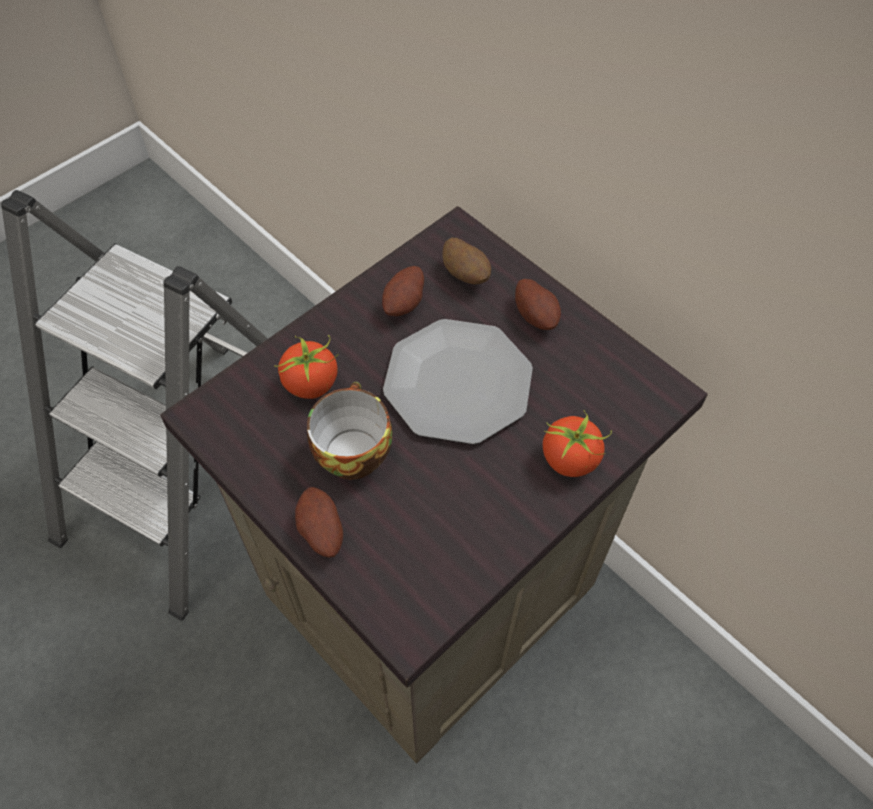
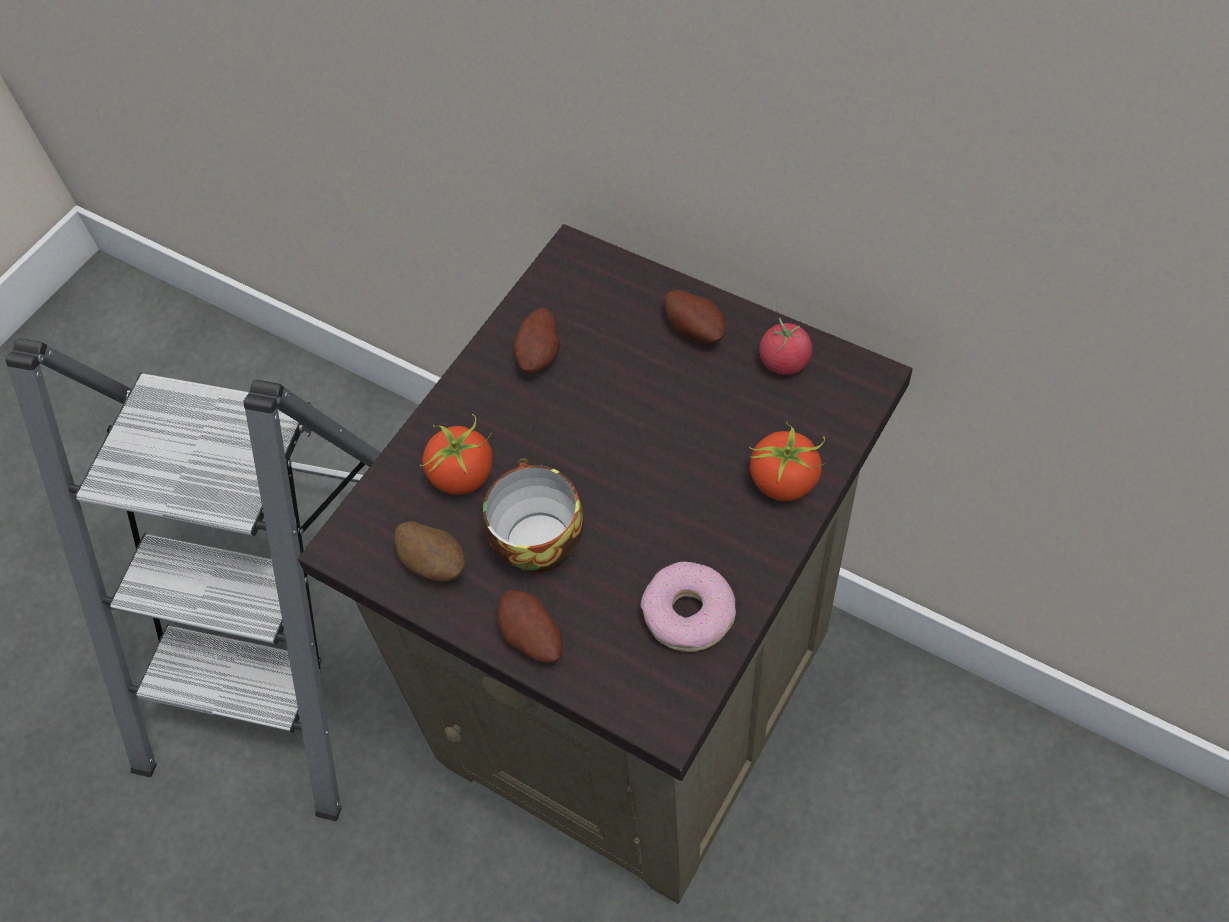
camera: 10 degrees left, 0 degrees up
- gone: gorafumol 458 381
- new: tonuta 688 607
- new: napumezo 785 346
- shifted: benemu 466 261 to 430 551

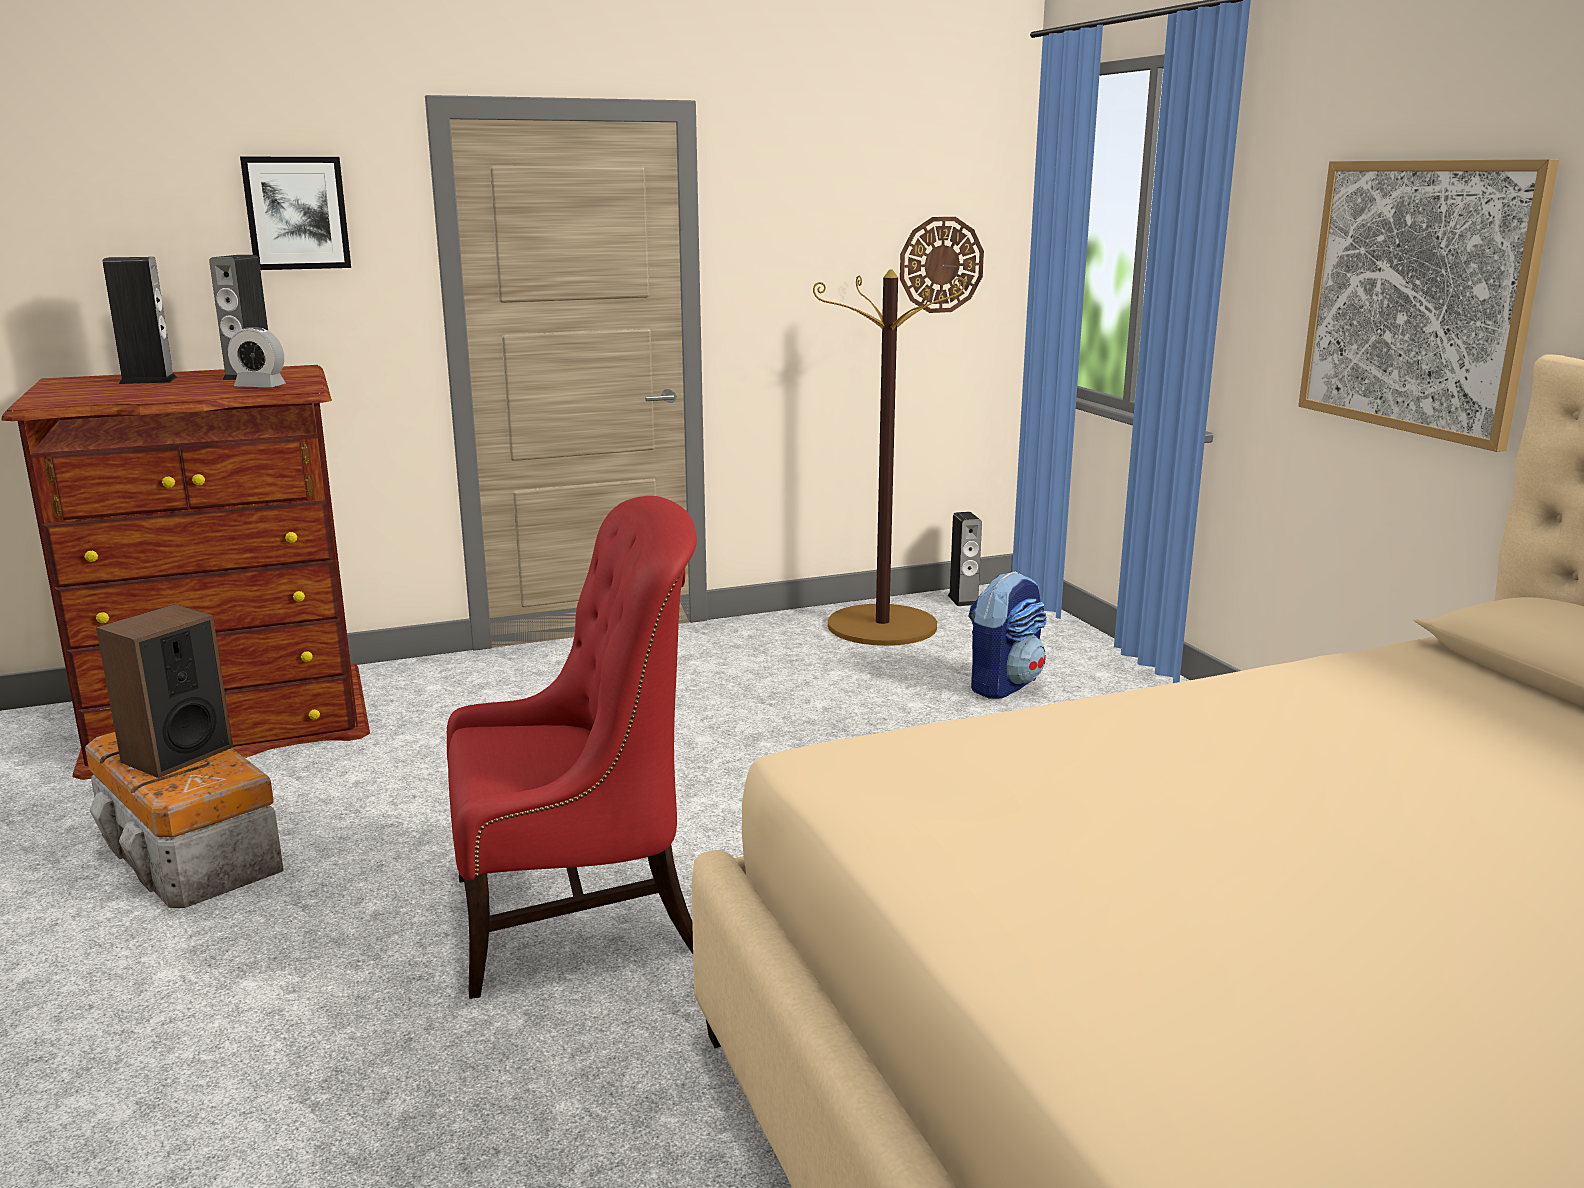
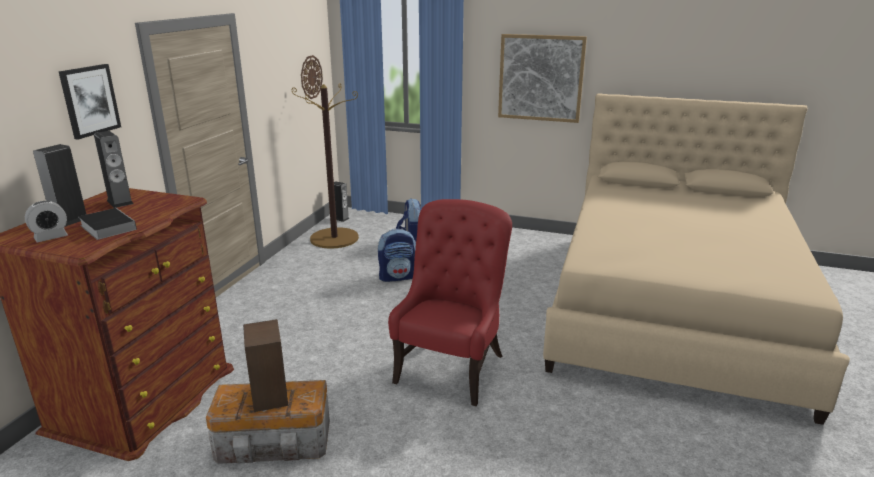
camera: 50 degrees left, 5 degrees up
- new: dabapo 108 224
- new: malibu 397 255
- shifted: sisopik 257 357 to 46 221

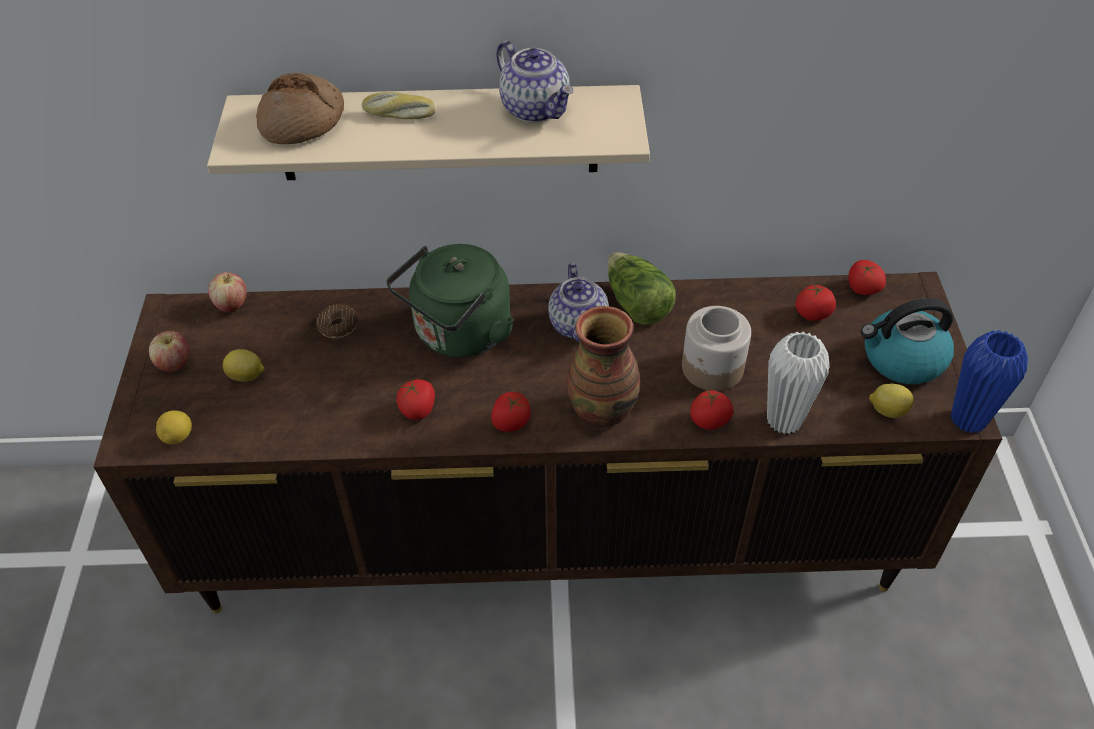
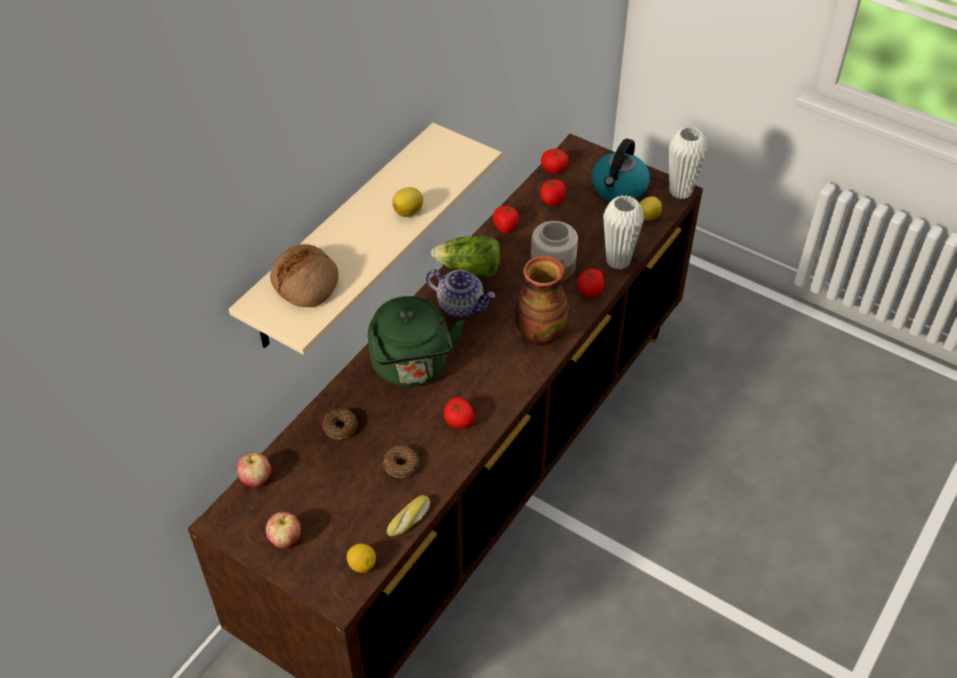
camera: 55 degrees left, 0 degrees up
- gone: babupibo 534 82
- new: tonuta 401 462
- shifted: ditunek 244 365 to 407 202
- shifted: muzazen 399 105 to 408 515
- shifted: napumezo 511 412 to 506 219
- repainted: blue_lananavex 989 381 to white_lananavex 688 163

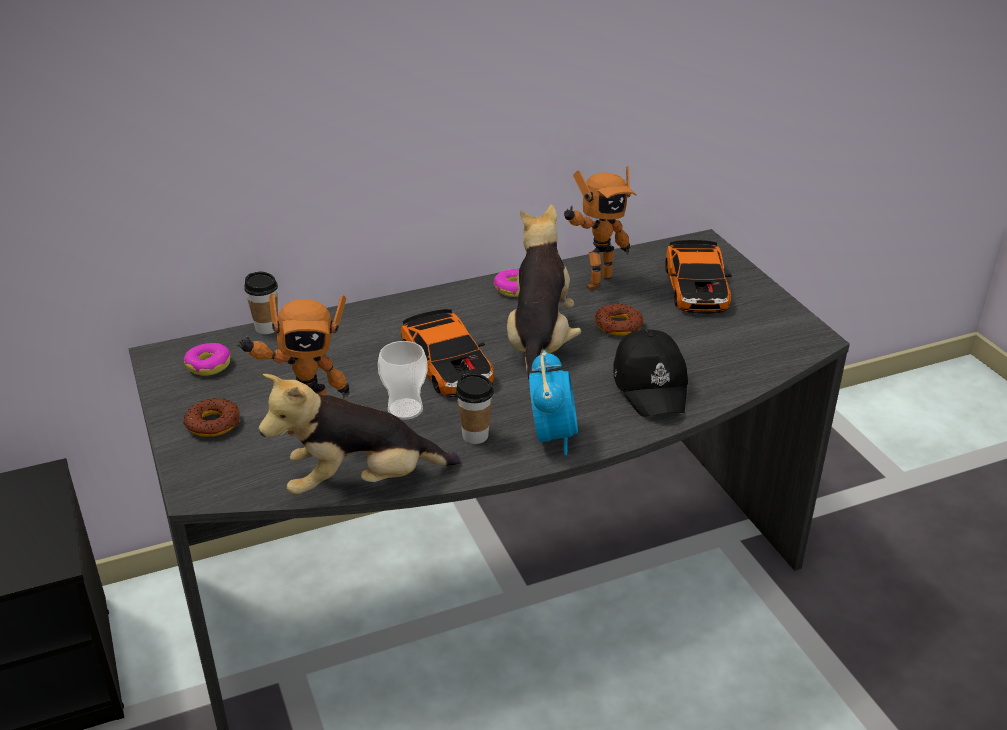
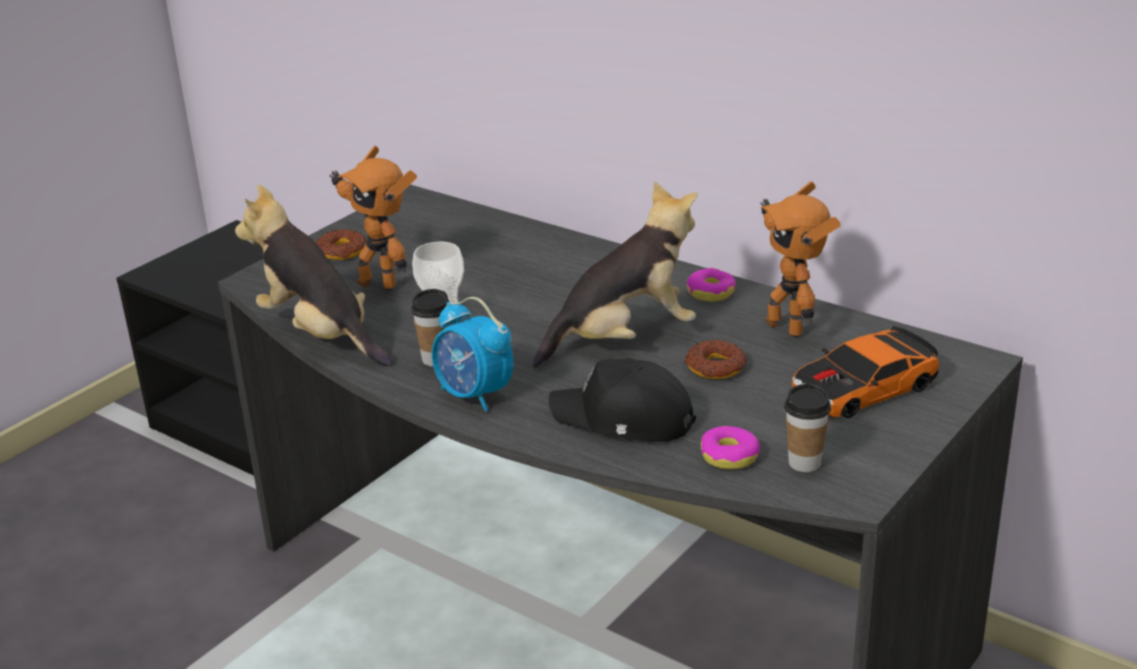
camera: 60 degrees right, 5 degrees down
- gone: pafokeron 447 353
- shifted: tonuta 207 359 to 730 447
- shifted: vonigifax 261 303 to 807 428
- rotated: sisopik 553 402 = 472 354 75 degrees clockwise
- rotated: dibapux 600 228 = 800 259 45 degrees clockwise
- rotated: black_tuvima 650 373 = 622 400 60 degrees clockwise

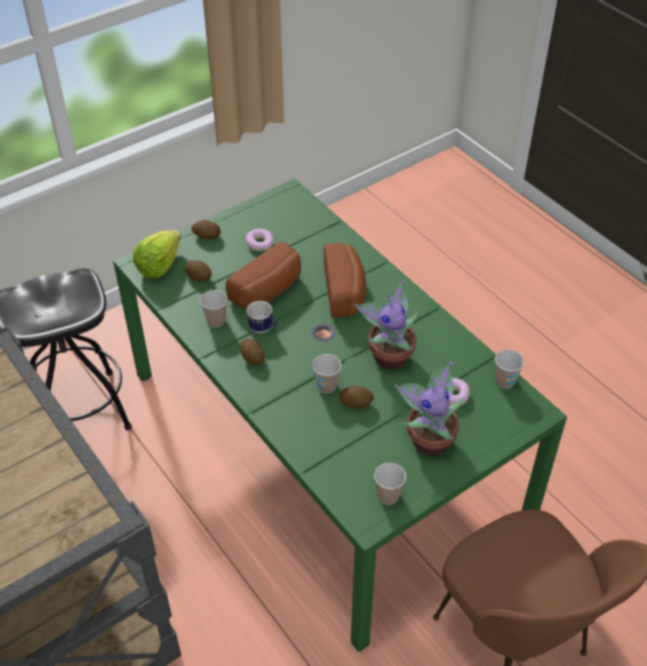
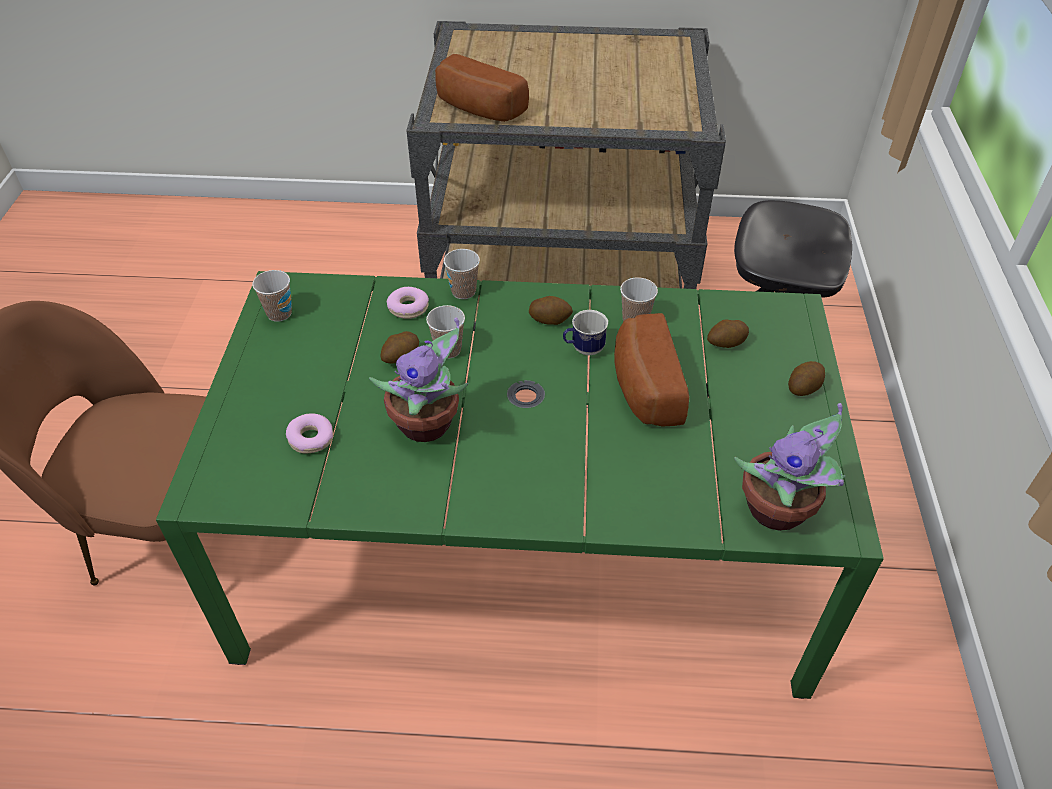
camera: 130 degrees right, 0 degrees up
- gone: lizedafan 157 254
- shifted: tonuta 259 240 to 408 303
- shifted: muzazen 345 280 to 482 88
- shifted: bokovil 429 408 to 789 467
- shifted: vonigifax 509 369 to 462 274

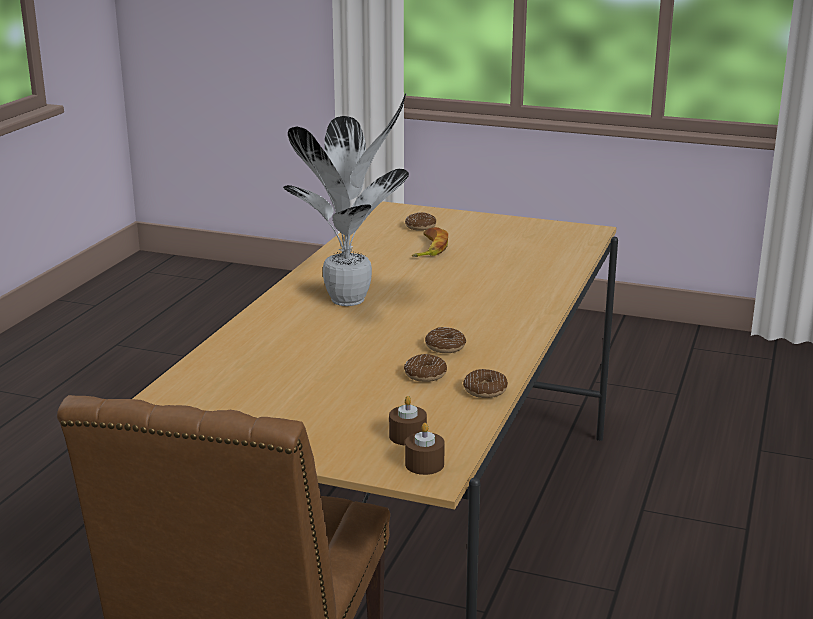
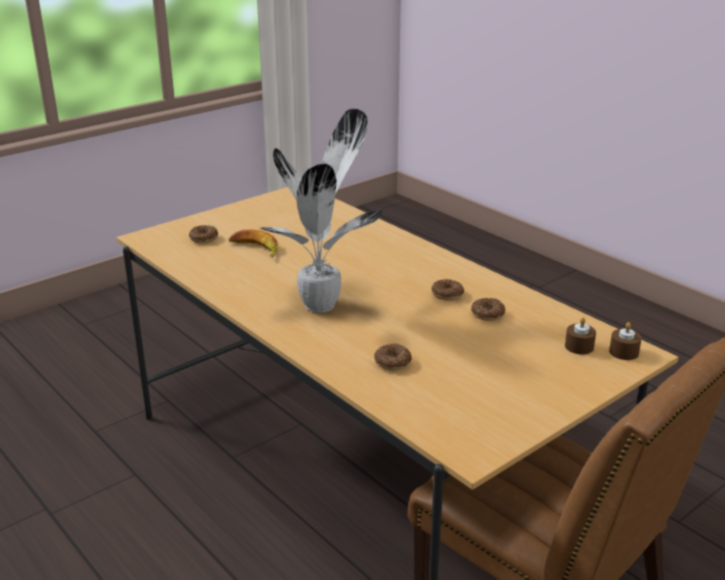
camera: 60 degrees left, 5 degrees up
- shifted: tonuta 485 383 to 393 357

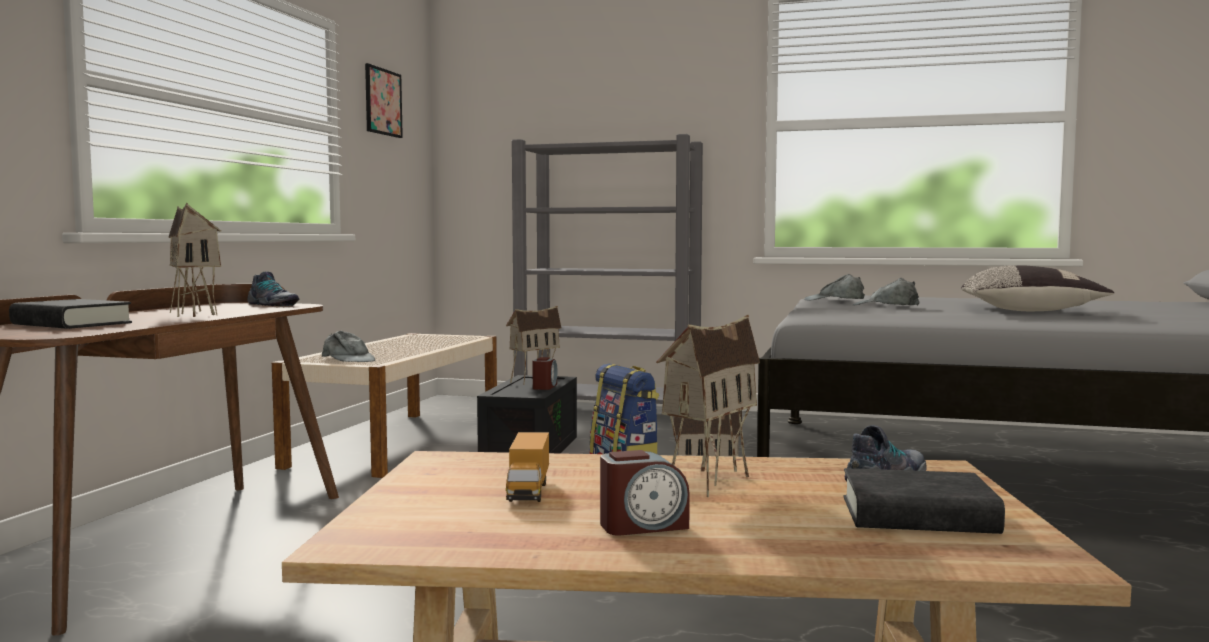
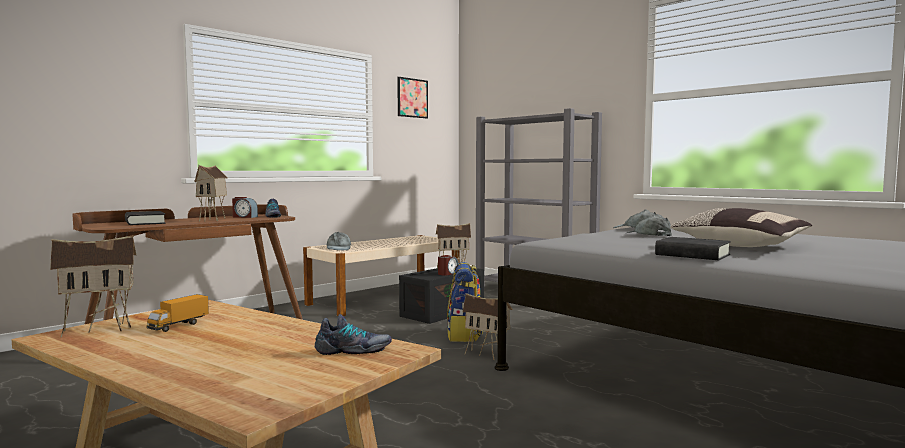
camera: 30 degrees right, 0 degrees up
- shifted: sisopik 645 493 to 245 207
- shifted: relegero 708 406 to 93 286
- shifted: black_dabapo 924 501 to 693 248

